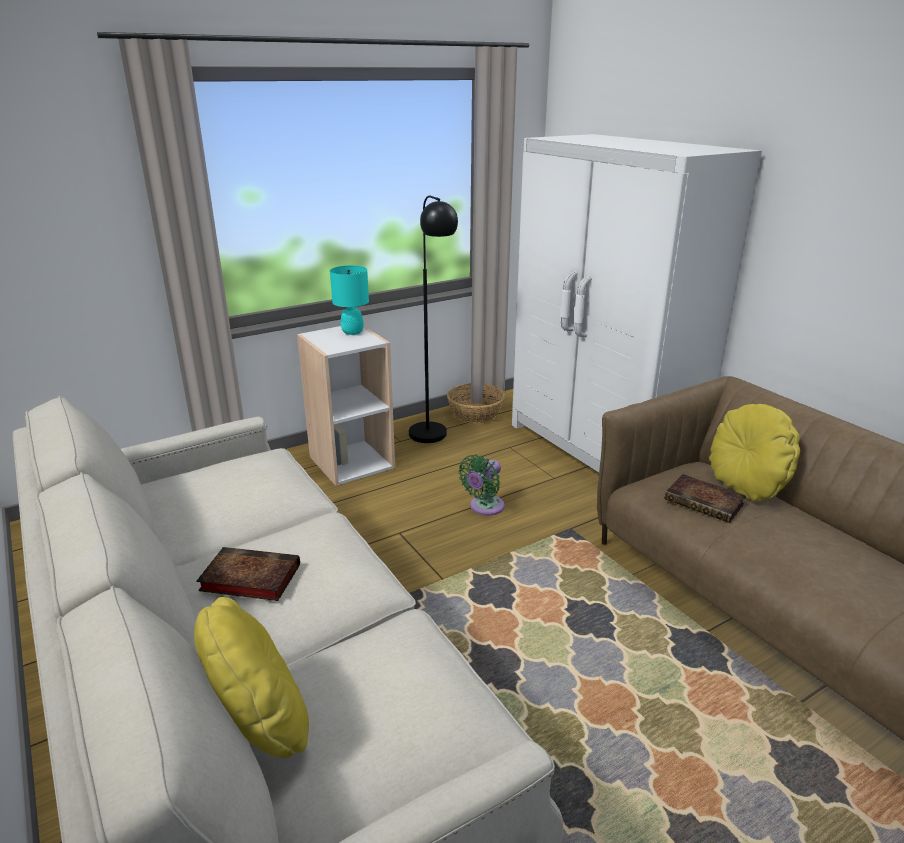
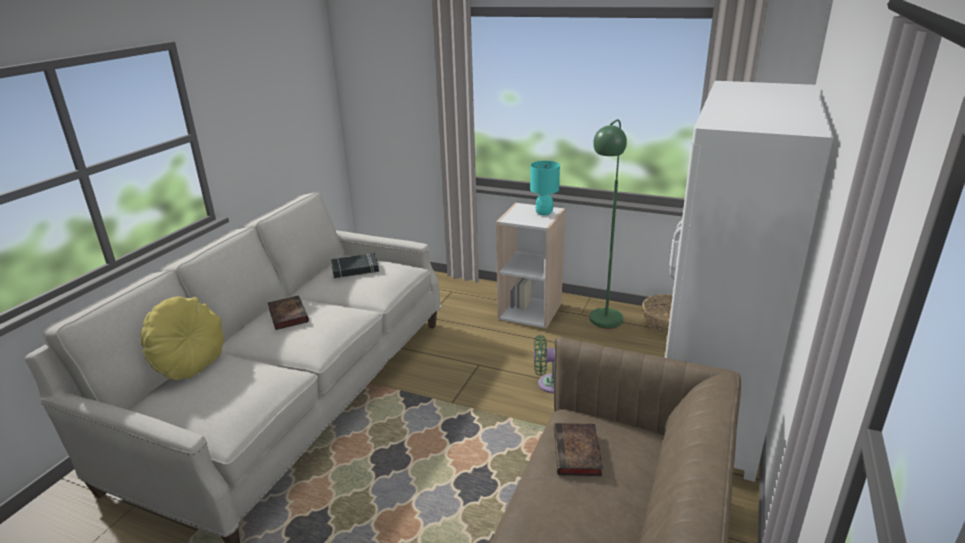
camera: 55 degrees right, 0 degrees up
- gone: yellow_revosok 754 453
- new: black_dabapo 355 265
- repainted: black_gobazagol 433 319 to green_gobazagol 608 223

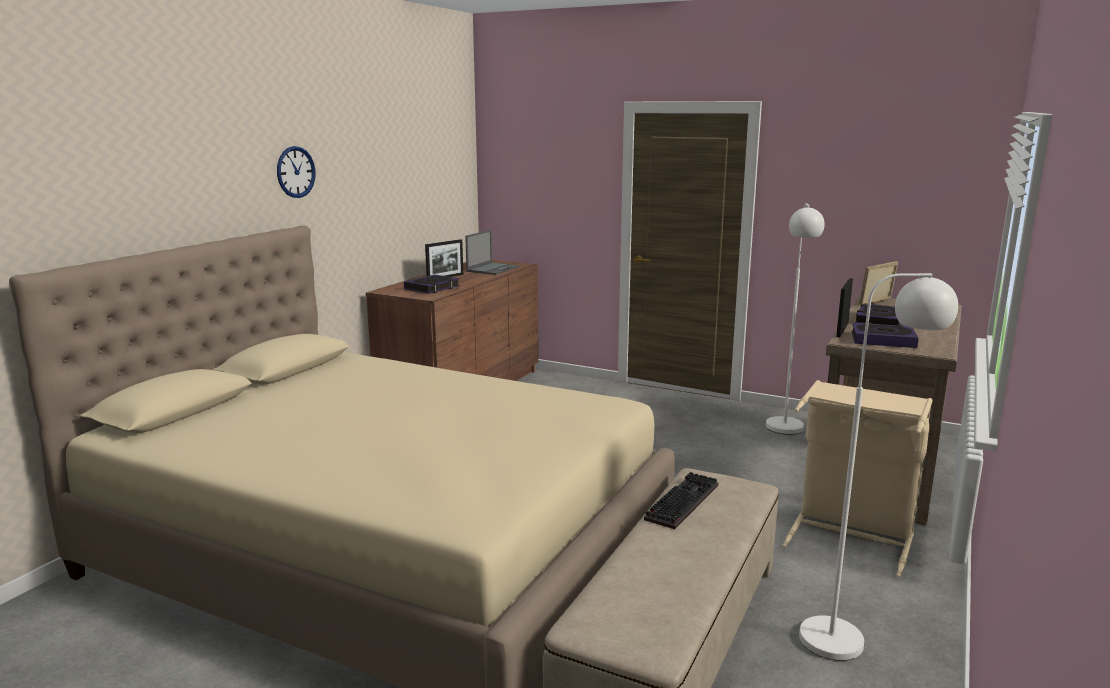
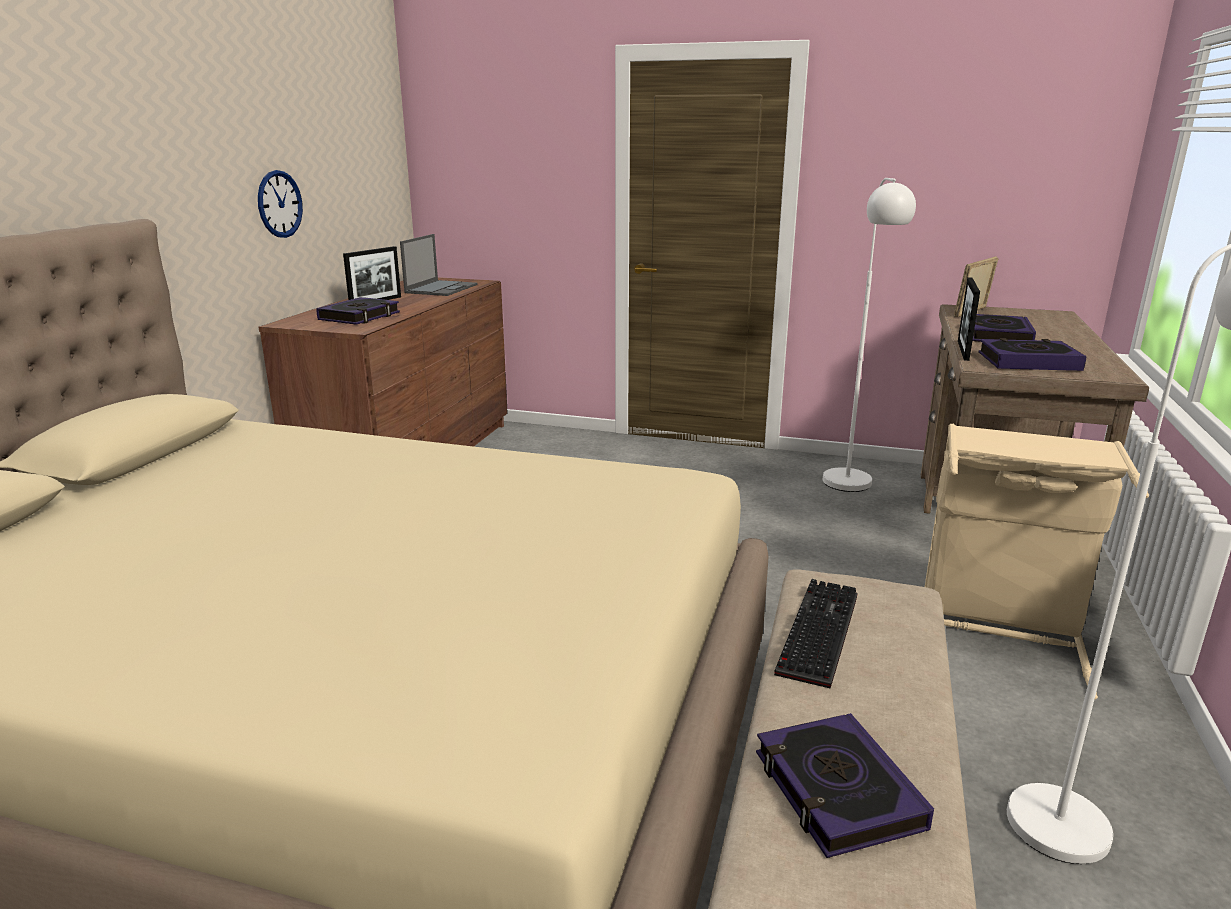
camera: 10 degrees left, 5 degrees up
- new: dabapo 845 785
- shifted: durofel 296 172 to 280 204

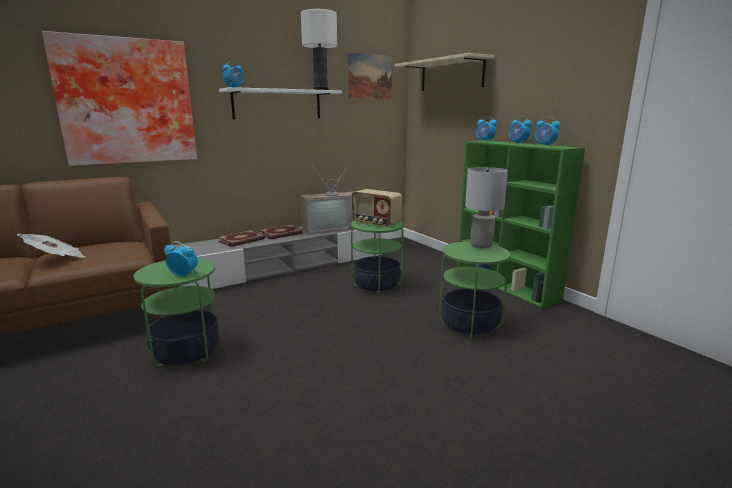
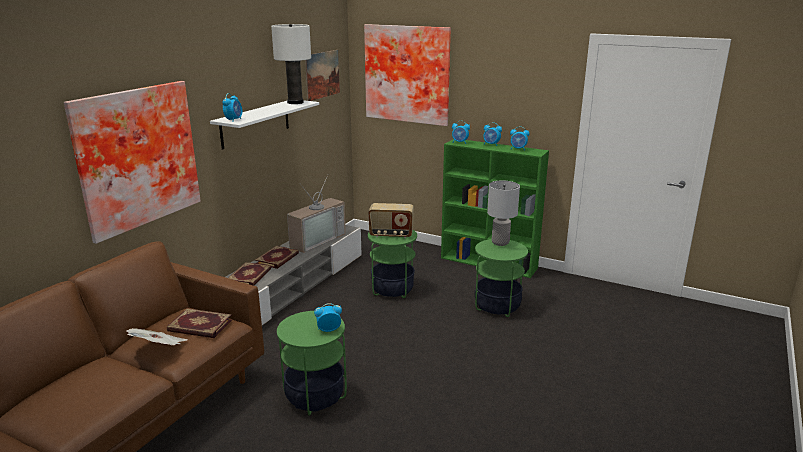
camera: 30 degrees left, 5 degrees up
- new: dabapo 199 323
- swapped: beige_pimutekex 444 72 to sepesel 407 75

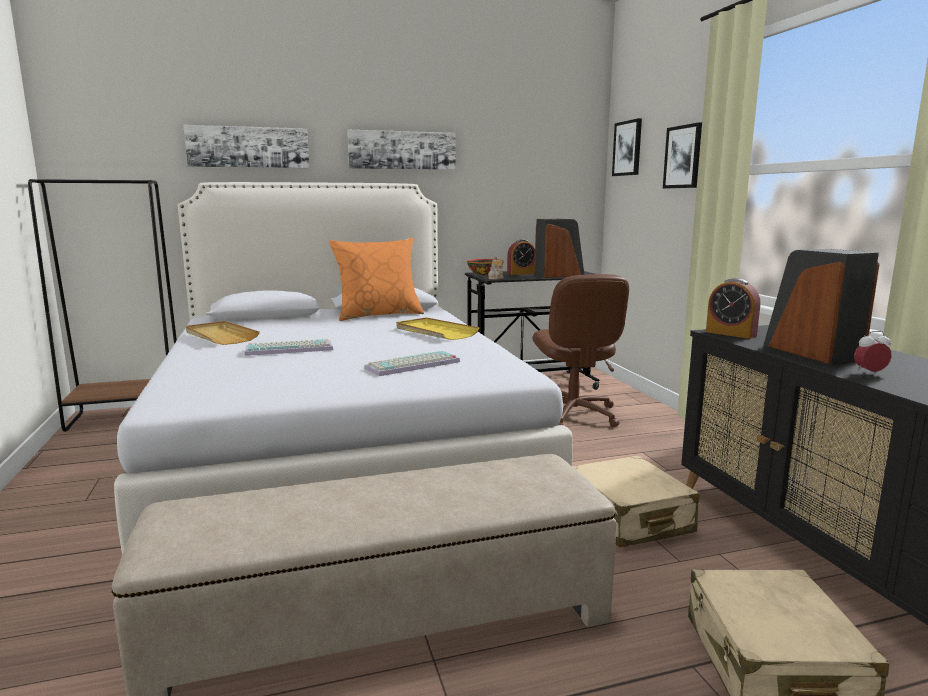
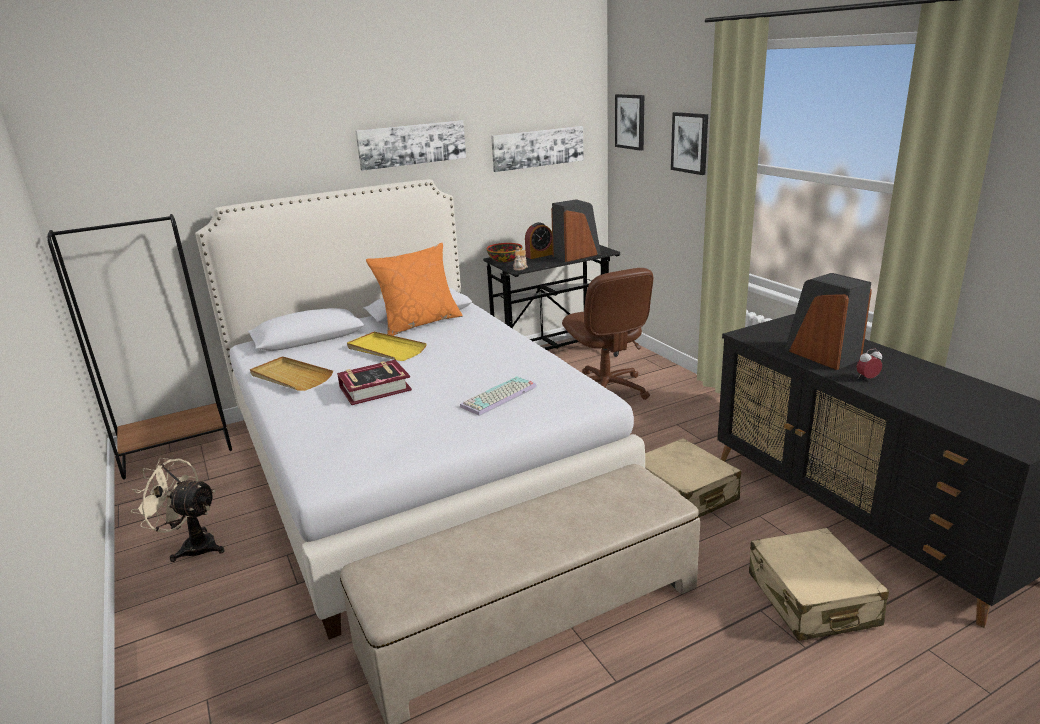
camera: 10 degrees left, 10 degrees up
- gone: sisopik 733 308
- new: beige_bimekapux 177 510
- shifted: sepesel 246 146 to 537 149
- shifted: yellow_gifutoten 438 328 to 387 346
- swapped: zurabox 288 347 to dabapo 374 382

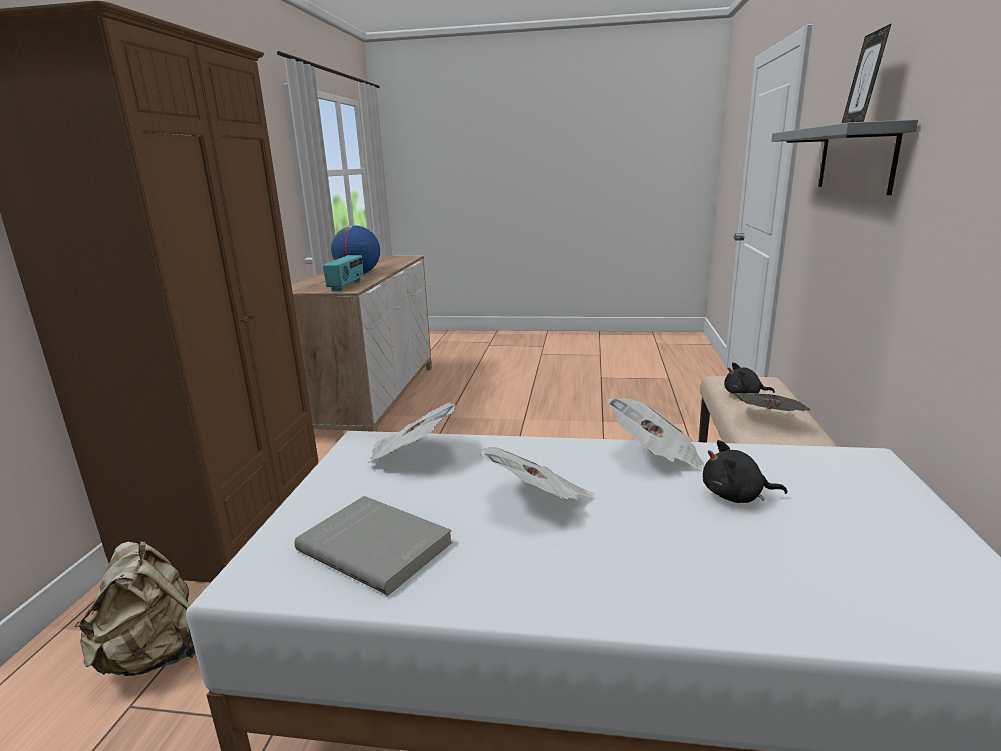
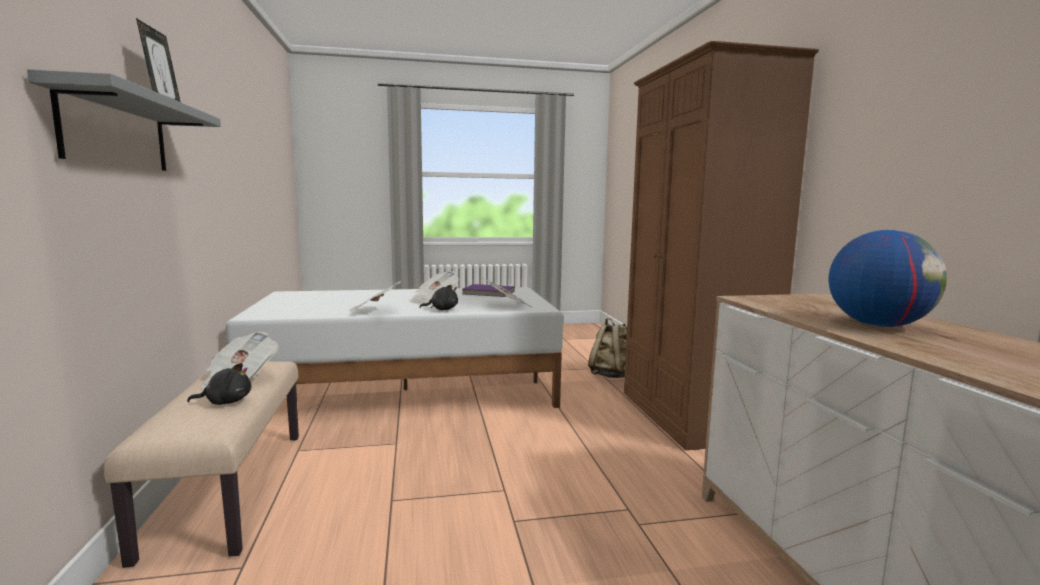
camera: 160 degrees right, 10 degrees down
- gone: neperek 343 273
- shifted: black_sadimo 745 471 to 438 297
- repainted: grey_dabapo 373 546 to purple_dabapo 488 290

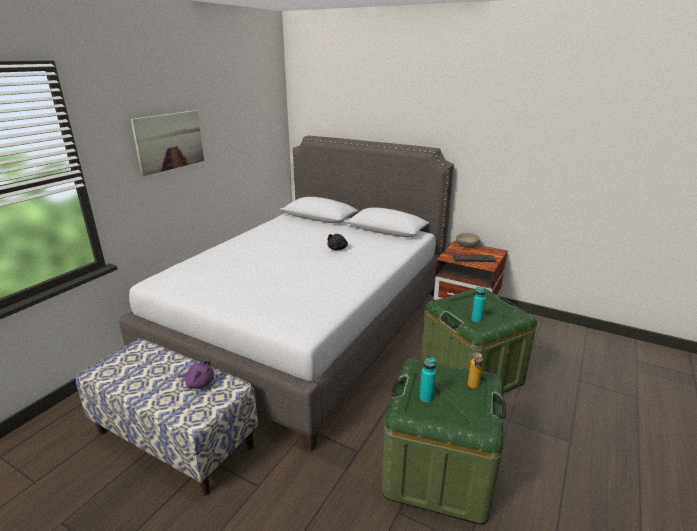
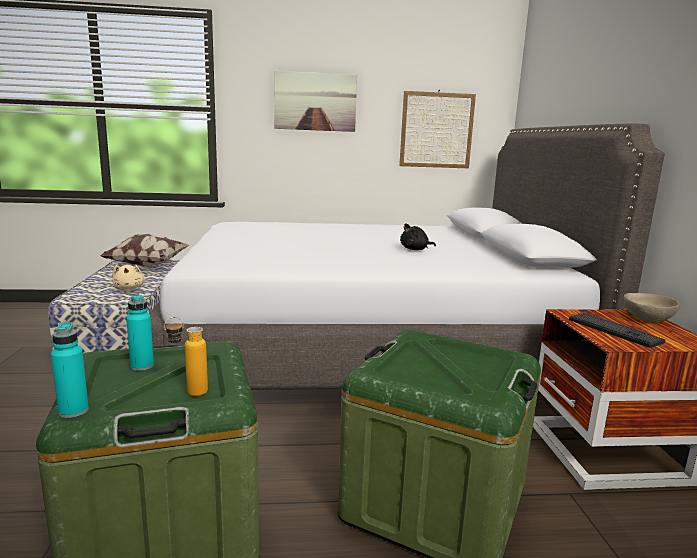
camera: 55 degrees right, 10 degrees down
- new: revosok 144 250
- new: sepesel 437 129
- shifted: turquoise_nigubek 478 305 to 70 370
- repainted: purple_sadimo 196 374 to beige_sadimo 128 277

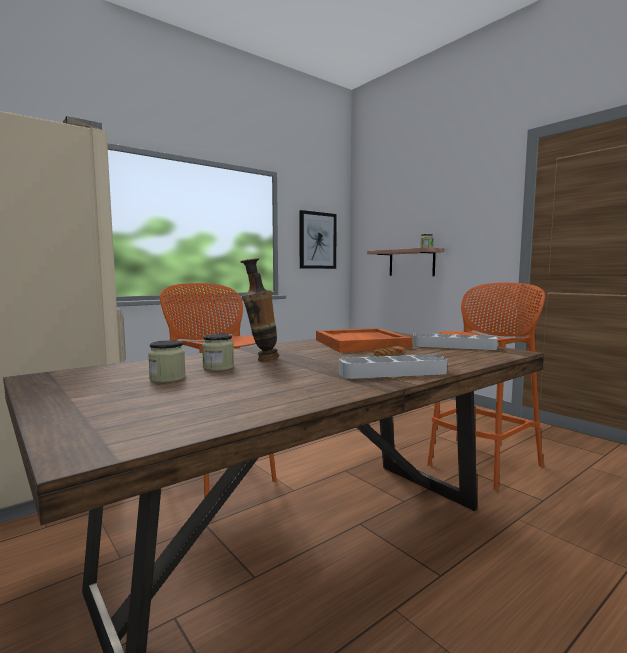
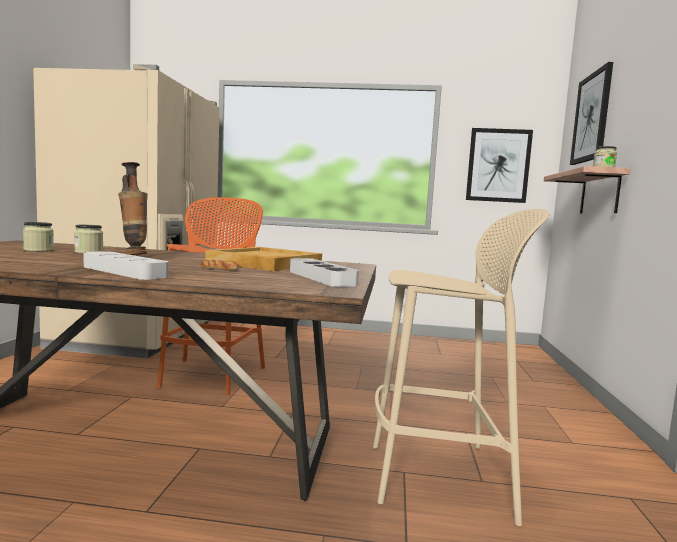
camera: 45 degrees right, 0 degrees up
- new: sepesel 591 113
- repainted: orange_gifutoten 364 340 to beige_gifutoten 263 259
- repainted: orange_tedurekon 486 387 to beige_tedurekon 461 367

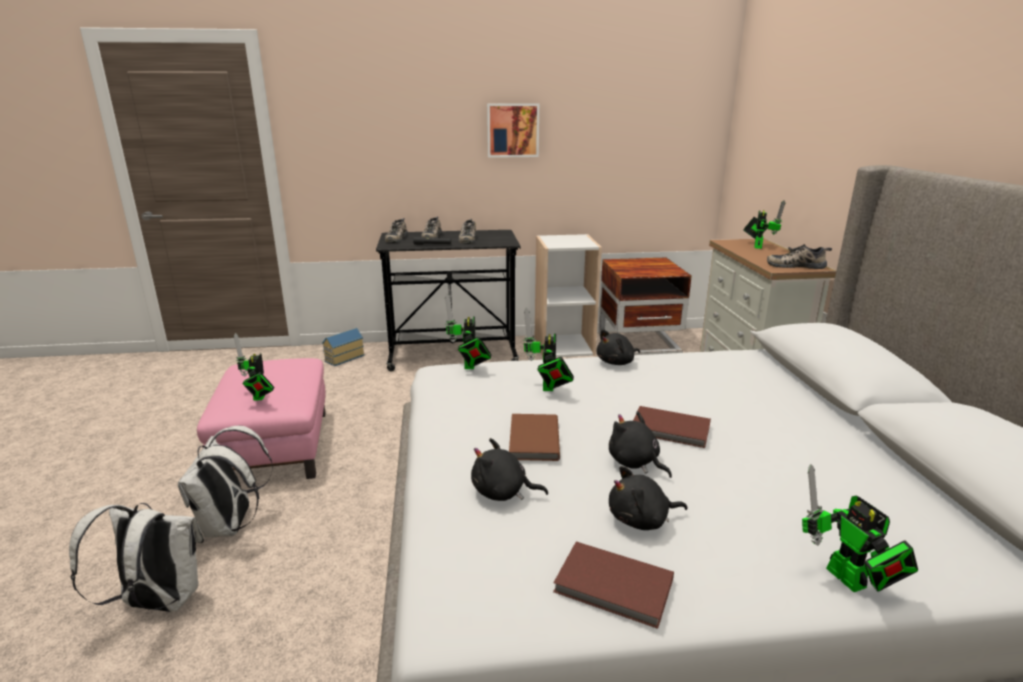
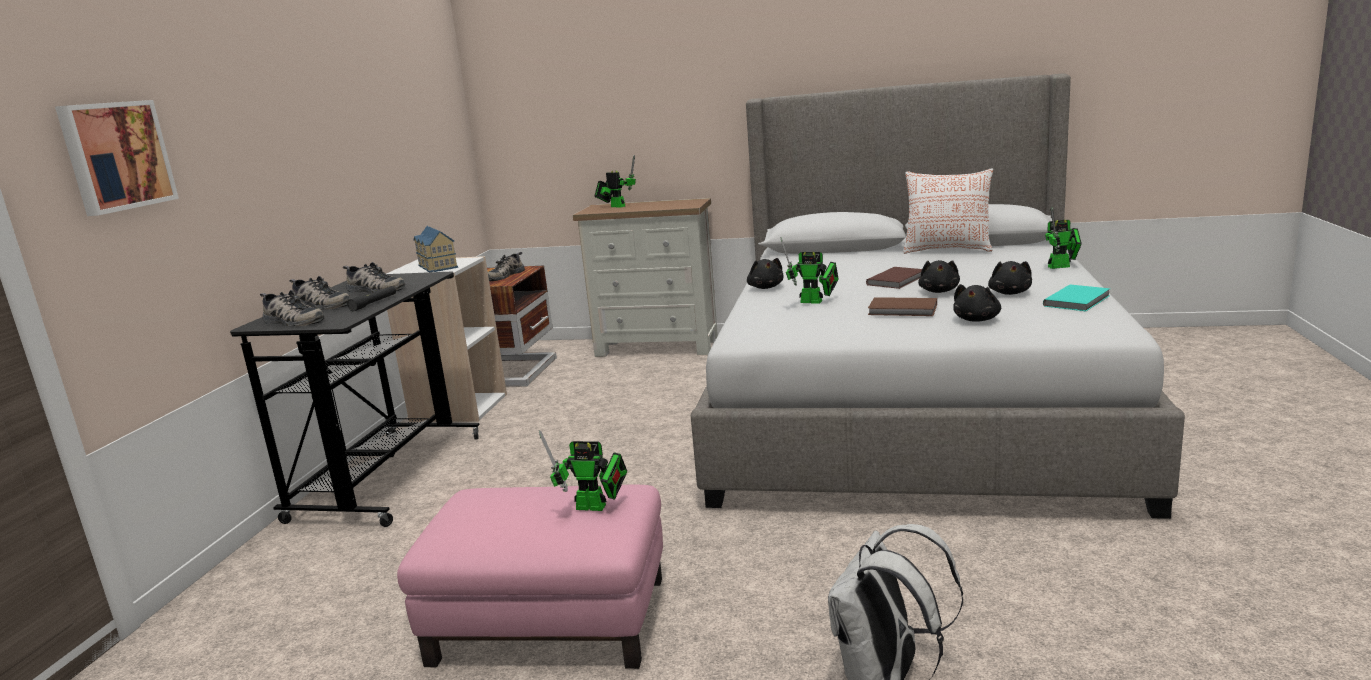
camera: 70 degrees left, 5 degrees down
- gone: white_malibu 225 482
- gone: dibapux 468 331
- new: white_revosok 948 211
- shifted: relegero 343 347 to 436 249
- shifted: sepesel 513 130 to 117 158
- shifted: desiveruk 799 256 to 506 266
- repainted: brown_dabapo 613 585 to turquoise_dabapo 1076 297
- rotated: black_sadimo 640 444 = 939 276 60 degrees counterclockwise

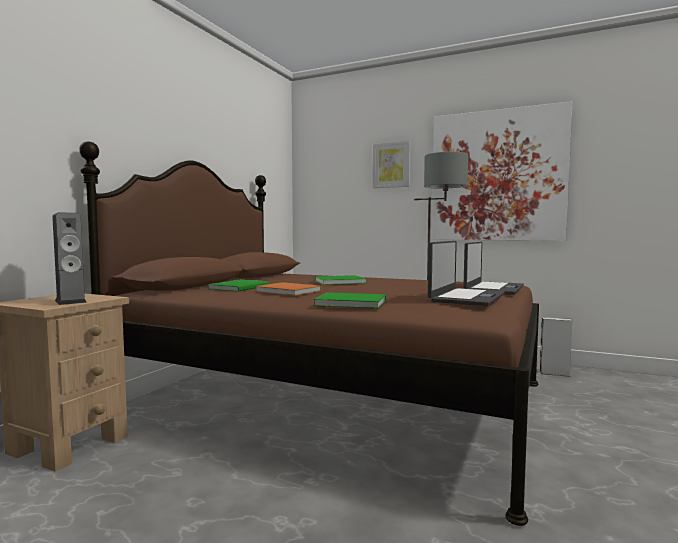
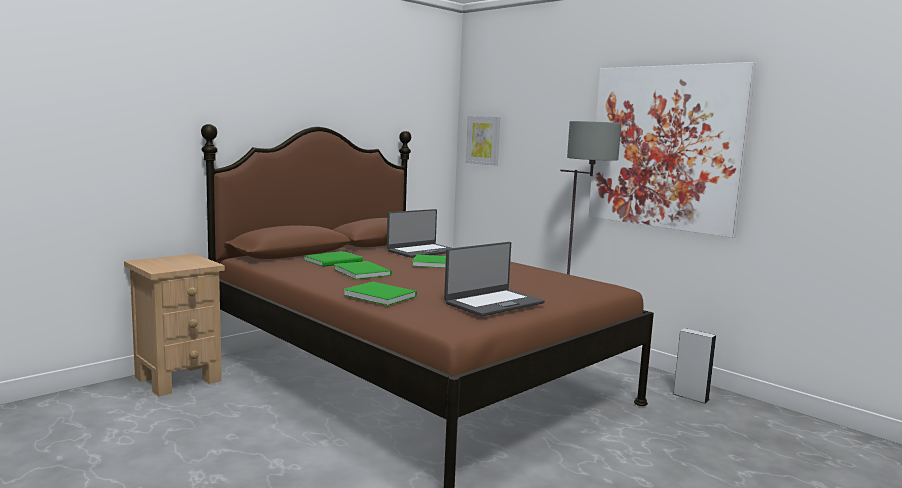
camera: 20 degrees right, 5 degrees up
- gone: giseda 69 258
- shifted: sepesel 391 164 to 483 141
- shifted: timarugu 493 268 to 419 233
- repainted: orange_dabapo 288 289 to green_dabapo 363 270

